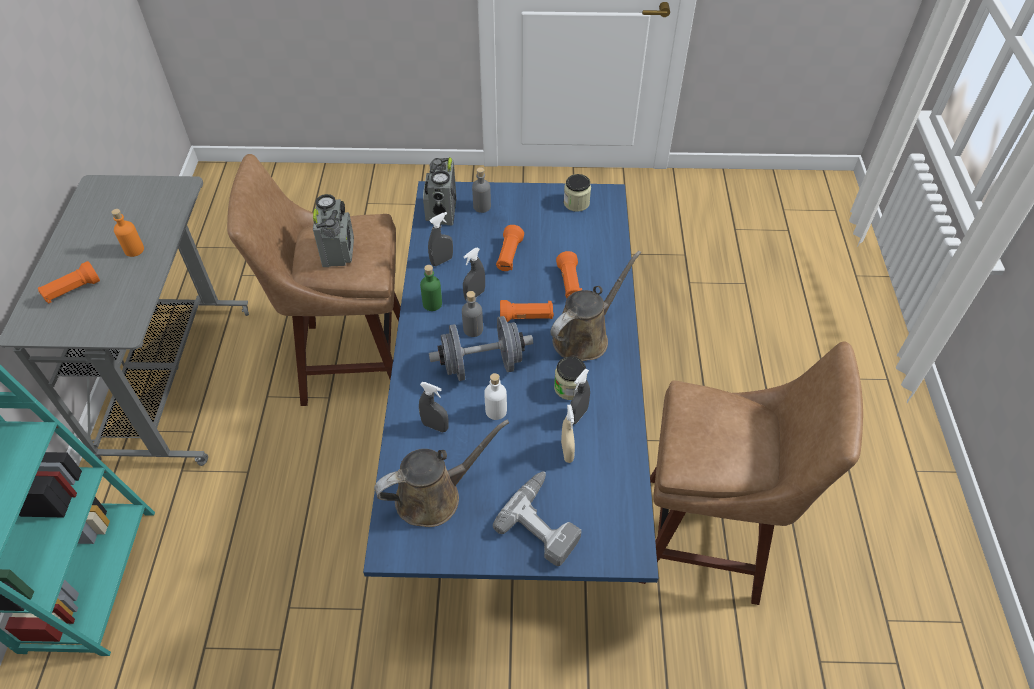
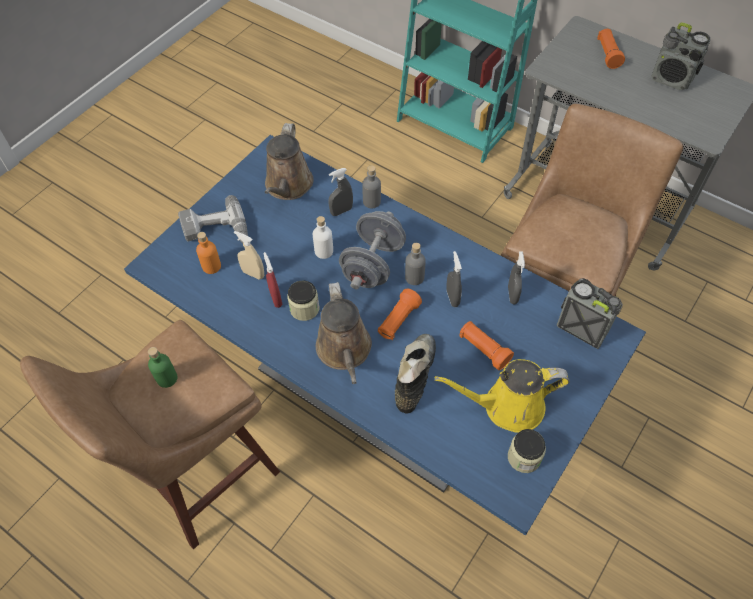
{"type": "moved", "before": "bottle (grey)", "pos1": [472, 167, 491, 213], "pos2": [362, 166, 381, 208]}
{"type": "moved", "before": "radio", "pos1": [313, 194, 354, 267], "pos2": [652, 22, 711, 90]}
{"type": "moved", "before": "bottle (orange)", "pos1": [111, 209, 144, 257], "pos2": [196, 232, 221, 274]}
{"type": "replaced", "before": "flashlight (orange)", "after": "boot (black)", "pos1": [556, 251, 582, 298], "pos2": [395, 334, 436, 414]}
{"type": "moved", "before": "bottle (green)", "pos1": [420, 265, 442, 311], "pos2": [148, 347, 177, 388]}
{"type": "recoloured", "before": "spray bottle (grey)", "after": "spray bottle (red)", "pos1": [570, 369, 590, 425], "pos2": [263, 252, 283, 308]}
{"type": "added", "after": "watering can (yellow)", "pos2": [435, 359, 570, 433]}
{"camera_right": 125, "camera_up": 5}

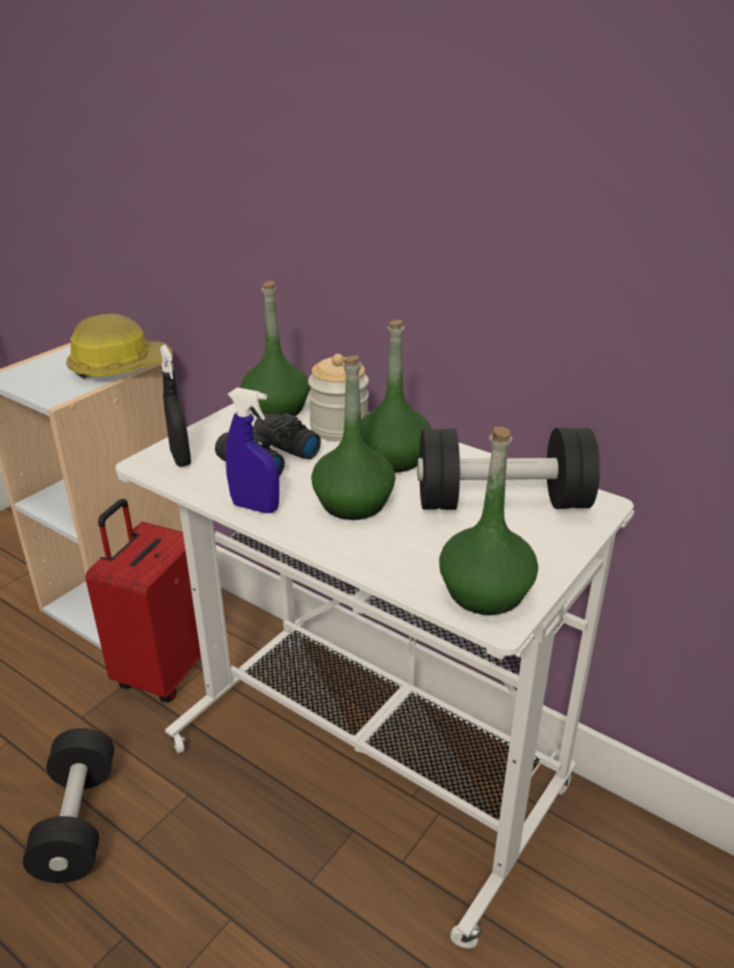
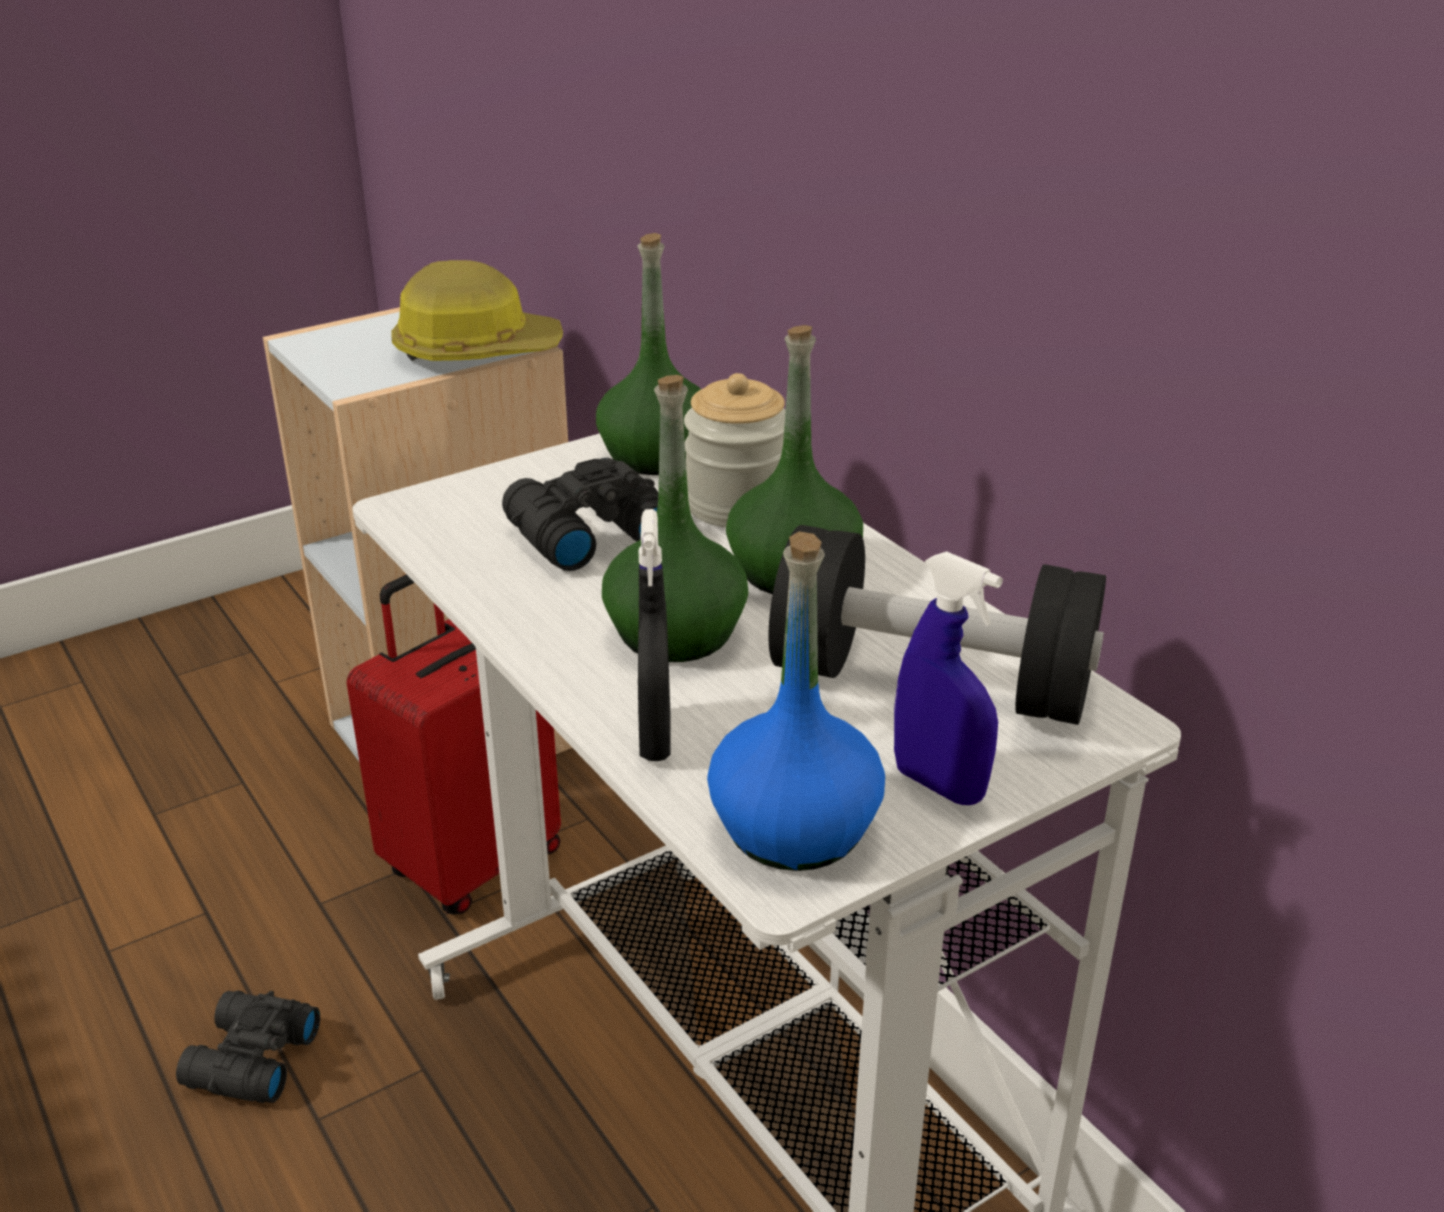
{"type": "moved", "before": "spray bottle (black)", "pos1": [160, 345, 191, 467], "pos2": [638, 509, 671, 761]}
{"type": "moved", "before": "spray bottle (blue)", "pos1": [225, 387, 279, 513], "pos2": [894, 551, 1003, 805]}
{"type": "recoloured", "before": "bottle (green)", "after": "bottle (blue)", "pos1": [439, 427, 538, 615], "pos2": [707, 531, 885, 871]}
{"type": "replaced", "before": "dumbbell (black)", "after": "binoculars (black)", "pos1": [23, 728, 114, 883], "pos2": [176, 991, 320, 1103]}
{"camera_right": 20, "camera_up": 0}

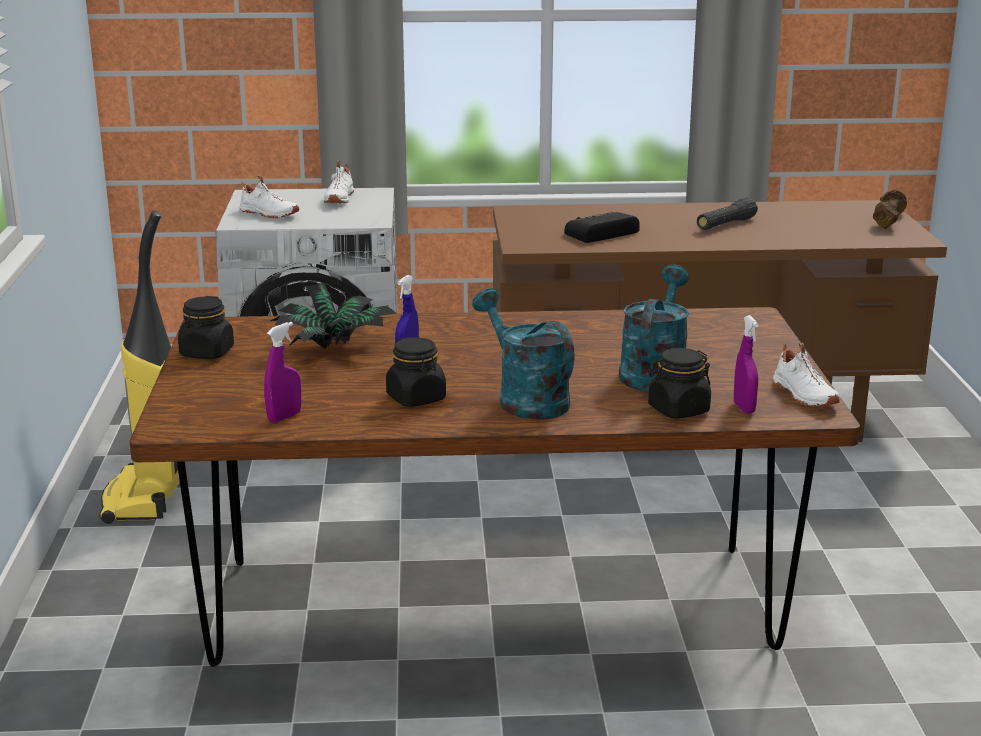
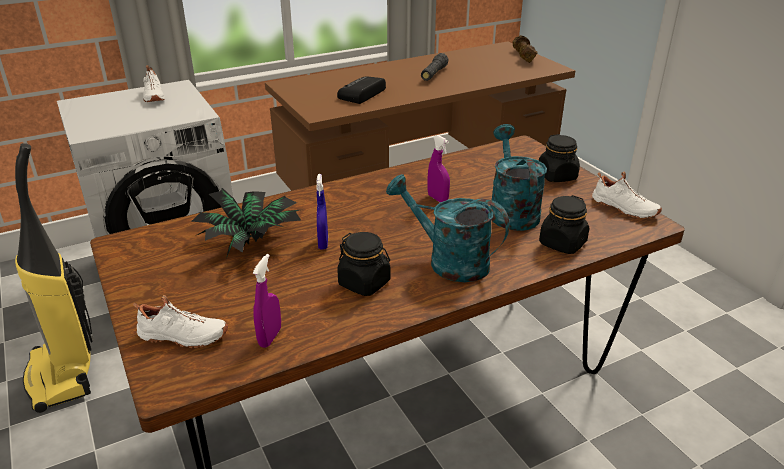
{"type": "moved", "before": "shoe (white)", "pos1": [239, 175, 299, 218], "pos2": [133, 295, 228, 348]}
{"type": "moved", "before": "jar (black)", "pos1": [178, 296, 234, 359], "pos2": [539, 134, 580, 182]}
{"type": "moved", "before": "spray bottle (purple)", "pos1": [734, 315, 759, 413], "pos2": [427, 135, 450, 202]}
{"camera_right": -25, "camera_up": 10}

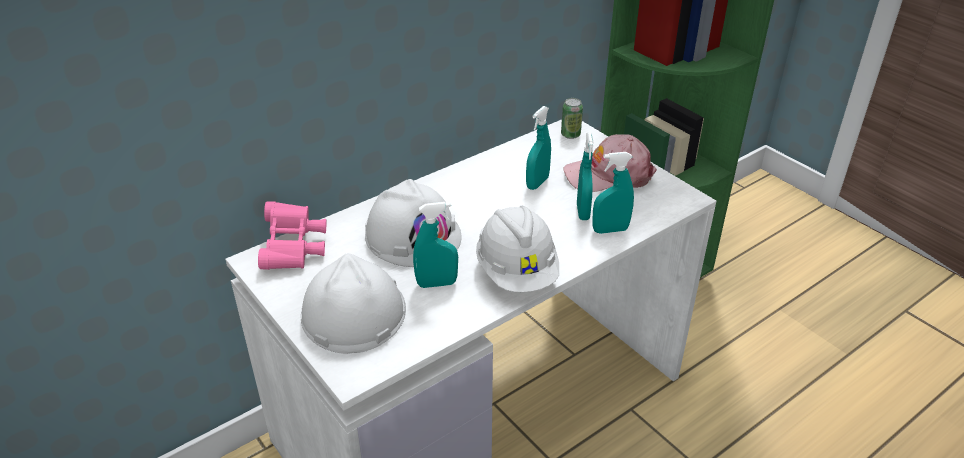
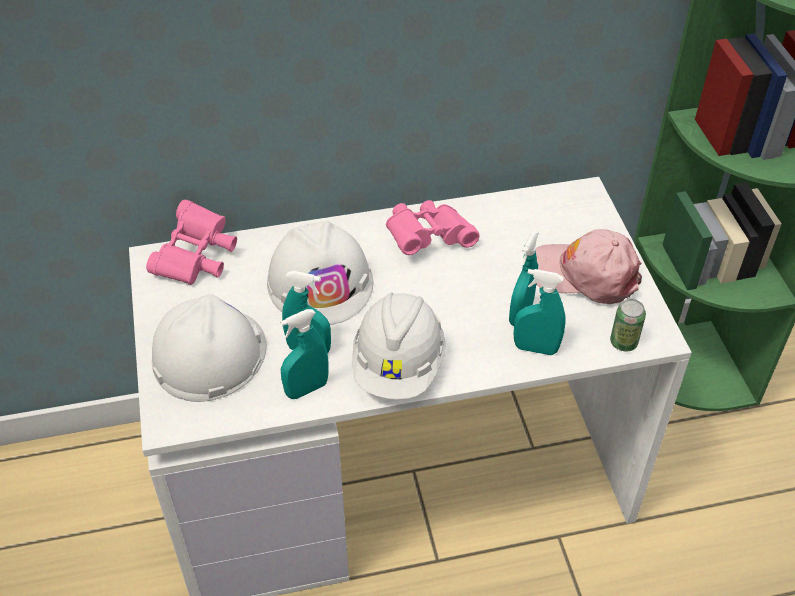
{"type": "moved", "before": "can", "pos1": [561, 98, 583, 139], "pos2": [610, 299, 646, 351]}
{"type": "moved", "before": "spray bottle (turquoise)", "pos1": [526, 106, 551, 190], "pos2": [280, 309, 329, 399]}
{"type": "added", "after": "binoculars (pink)", "pos2": [386, 200, 479, 255]}
{"camera_right": 25, "camera_up": 10}

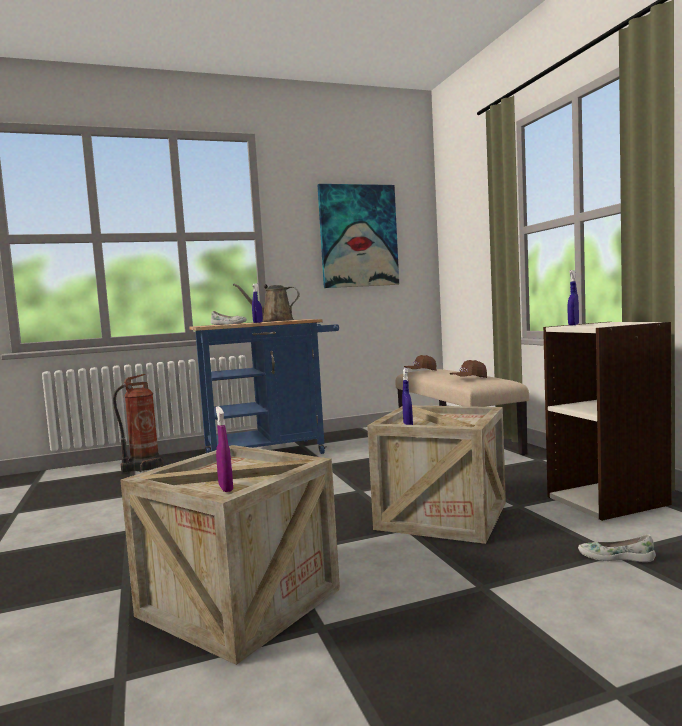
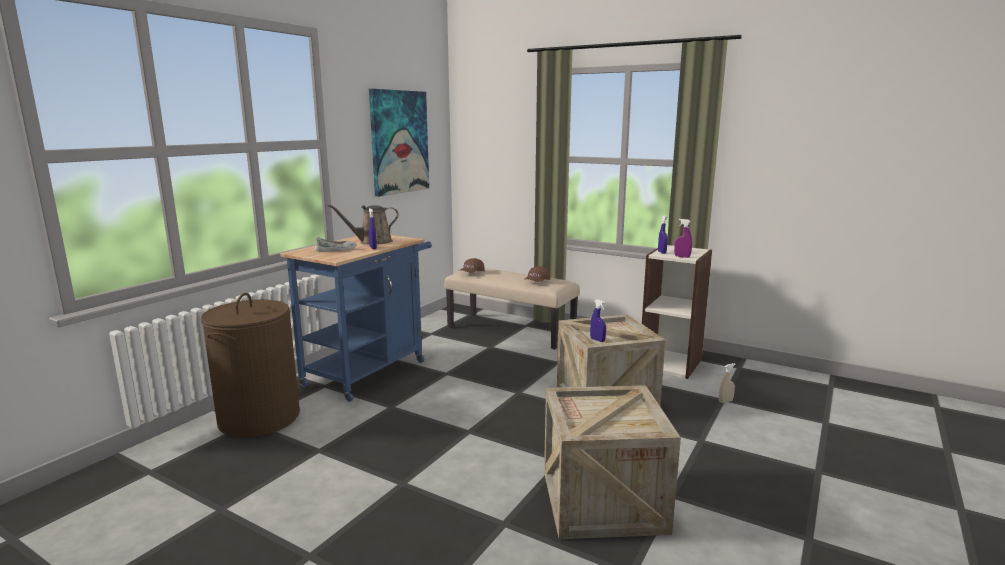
{"type": "replaced", "before": "fire extinguisher", "after": "laundry basket (brown)", "pos1": [113, 374, 164, 472], "pos2": [201, 293, 300, 438]}
{"type": "moved", "before": "spray bottle (purple)", "pos1": [216, 406, 233, 492], "pos2": [674, 219, 692, 258]}
{"type": "replaced", "before": "shoe (white)", "after": "spray bottle (beige)", "pos1": [578, 534, 656, 562], "pos2": [719, 363, 736, 403]}
{"camera_right": -40, "camera_up": 10}

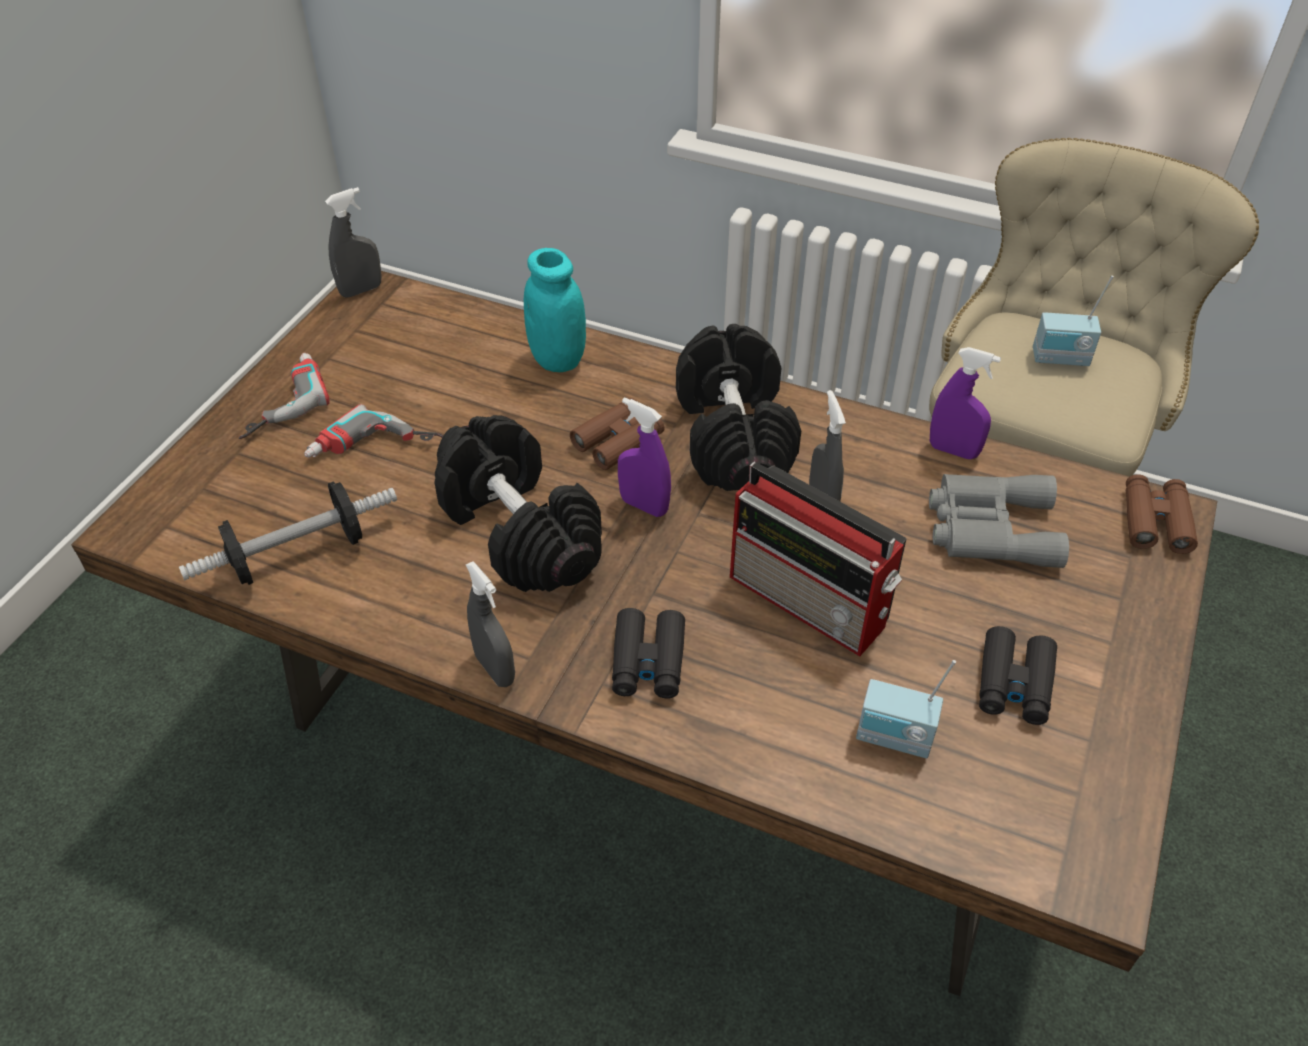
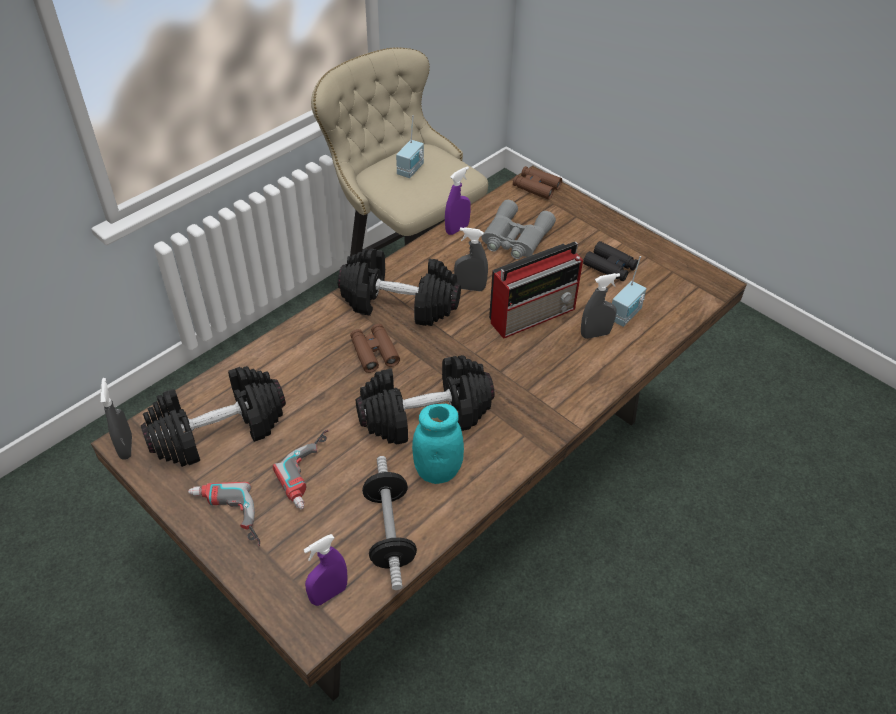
{"type": "moved", "before": "jar (turquoise)", "pos1": [524, 248, 586, 372], "pos2": [412, 404, 464, 484]}
{"type": "moved", "before": "spray bottle (purple)", "pos1": [618, 397, 671, 517], "pos2": [303, 534, 348, 606]}
{"type": "moved", "before": "spray bottle (grey)", "pos1": [466, 561, 515, 687], "pos2": [581, 273, 620, 339]}
{"type": "removed", "before": "binoculars (black)", "pos1": [612, 608, 685, 699]}
{"type": "added", "after": "dumbbell (black)", "pos2": [141, 366, 286, 467]}
{"camera_right": -70, "camera_up": 0}

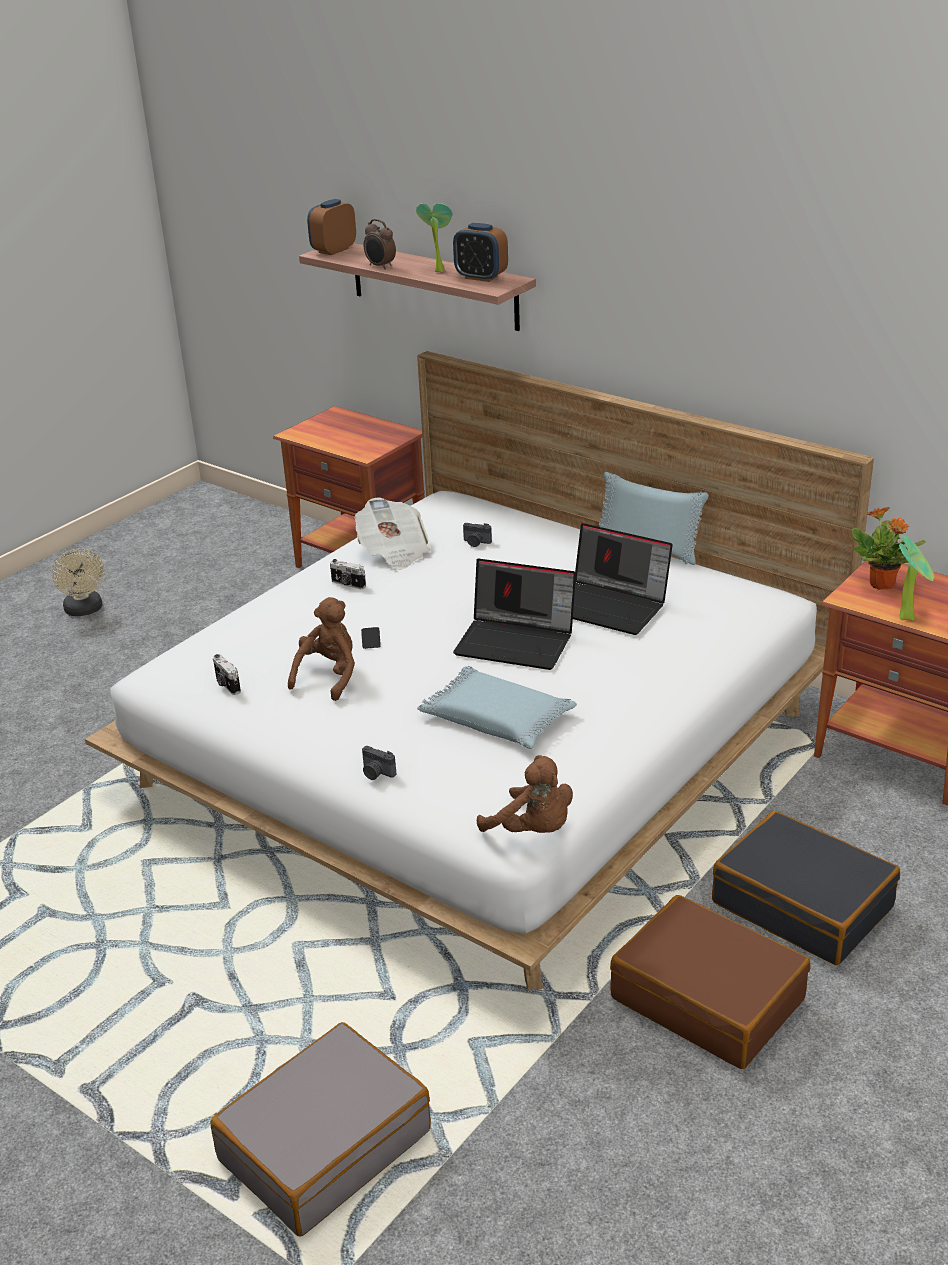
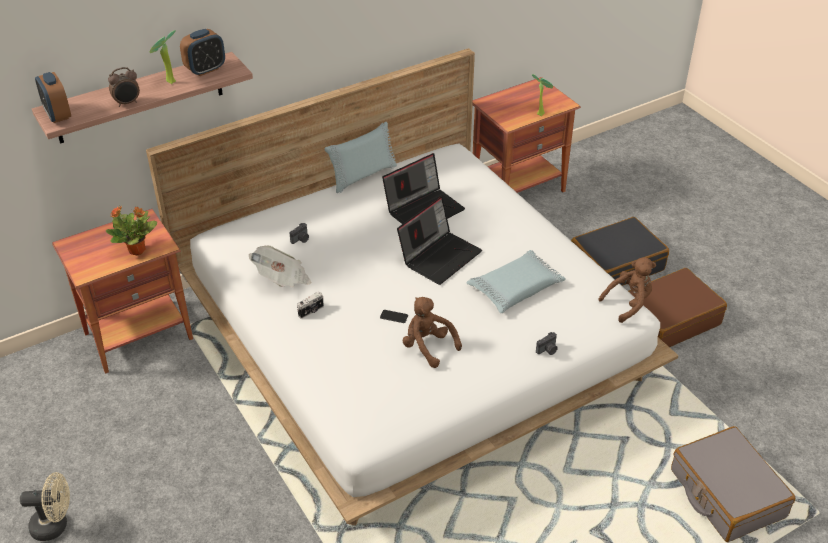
{"type": "moved", "before": "potted plant", "pos1": [852, 507, 926, 590], "pos2": [106, 206, 157, 255]}
{"type": "removed", "before": "photo camera", "pos1": [213, 654, 241, 695]}
{"camera_right": -70, "camera_up": 10}

